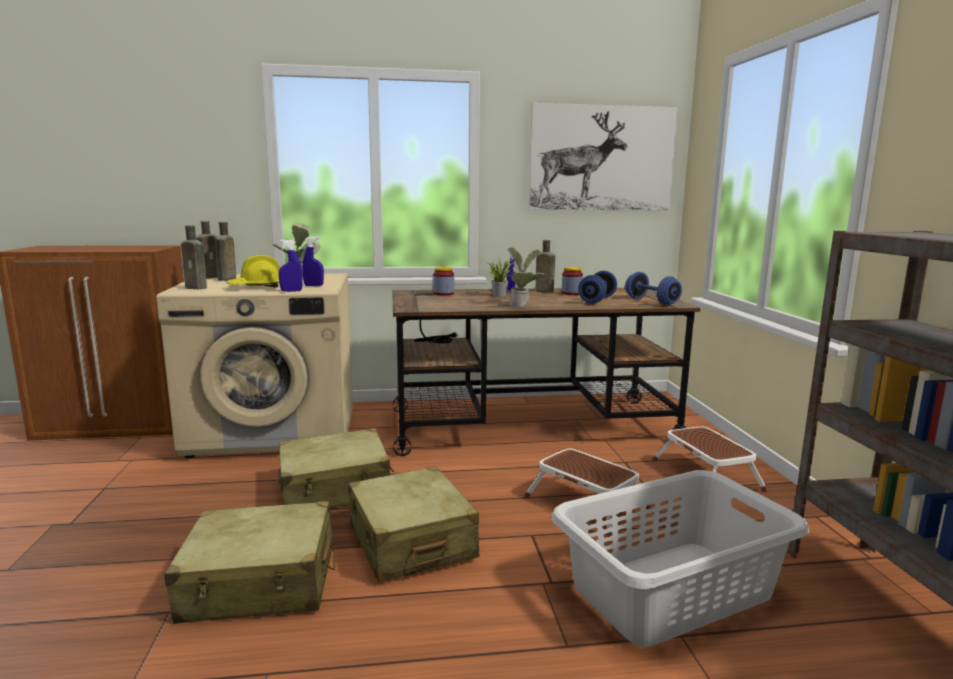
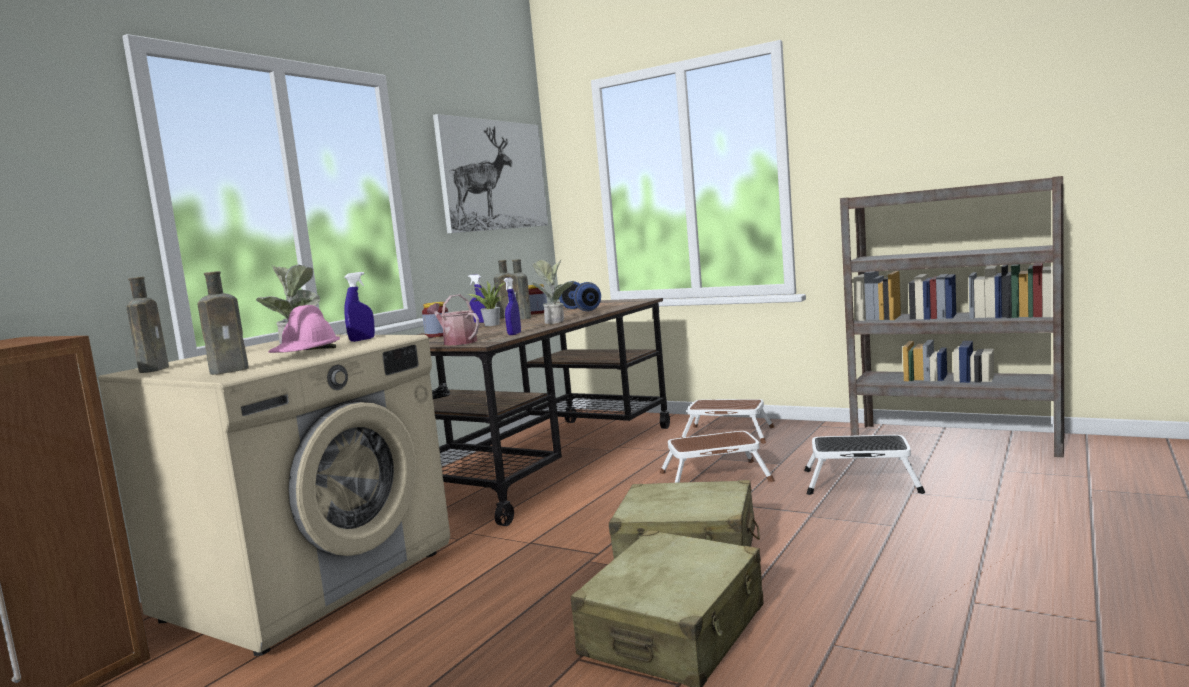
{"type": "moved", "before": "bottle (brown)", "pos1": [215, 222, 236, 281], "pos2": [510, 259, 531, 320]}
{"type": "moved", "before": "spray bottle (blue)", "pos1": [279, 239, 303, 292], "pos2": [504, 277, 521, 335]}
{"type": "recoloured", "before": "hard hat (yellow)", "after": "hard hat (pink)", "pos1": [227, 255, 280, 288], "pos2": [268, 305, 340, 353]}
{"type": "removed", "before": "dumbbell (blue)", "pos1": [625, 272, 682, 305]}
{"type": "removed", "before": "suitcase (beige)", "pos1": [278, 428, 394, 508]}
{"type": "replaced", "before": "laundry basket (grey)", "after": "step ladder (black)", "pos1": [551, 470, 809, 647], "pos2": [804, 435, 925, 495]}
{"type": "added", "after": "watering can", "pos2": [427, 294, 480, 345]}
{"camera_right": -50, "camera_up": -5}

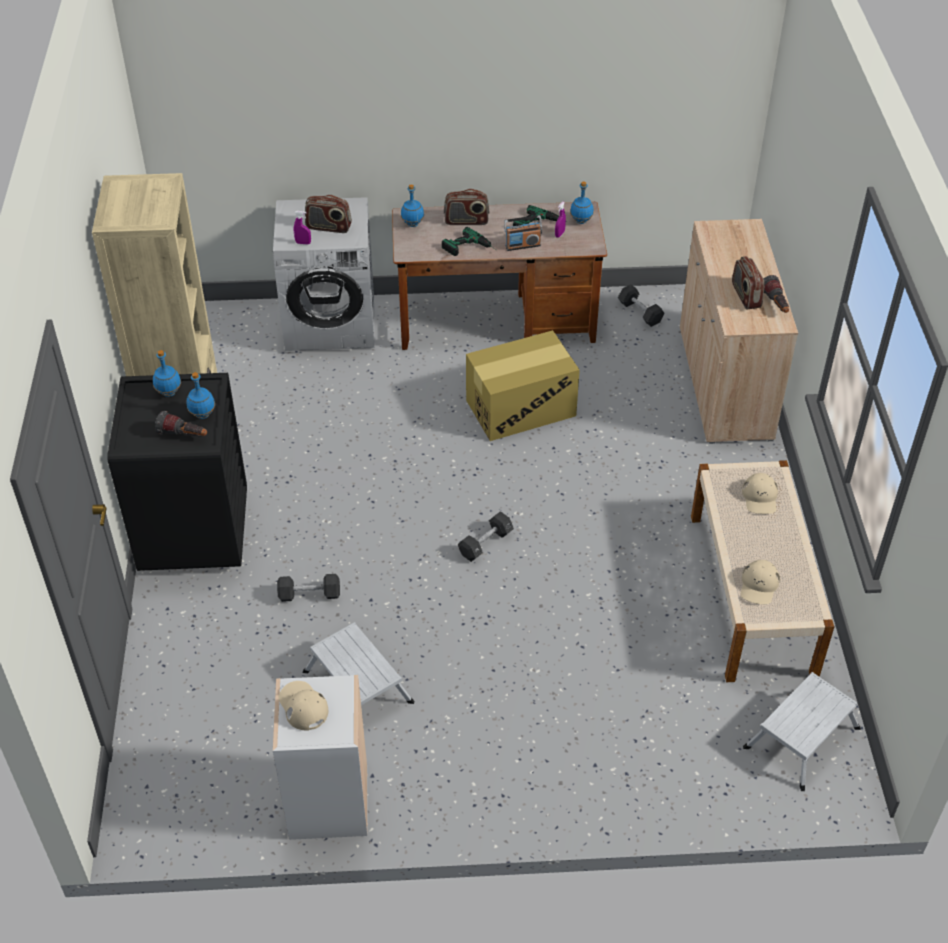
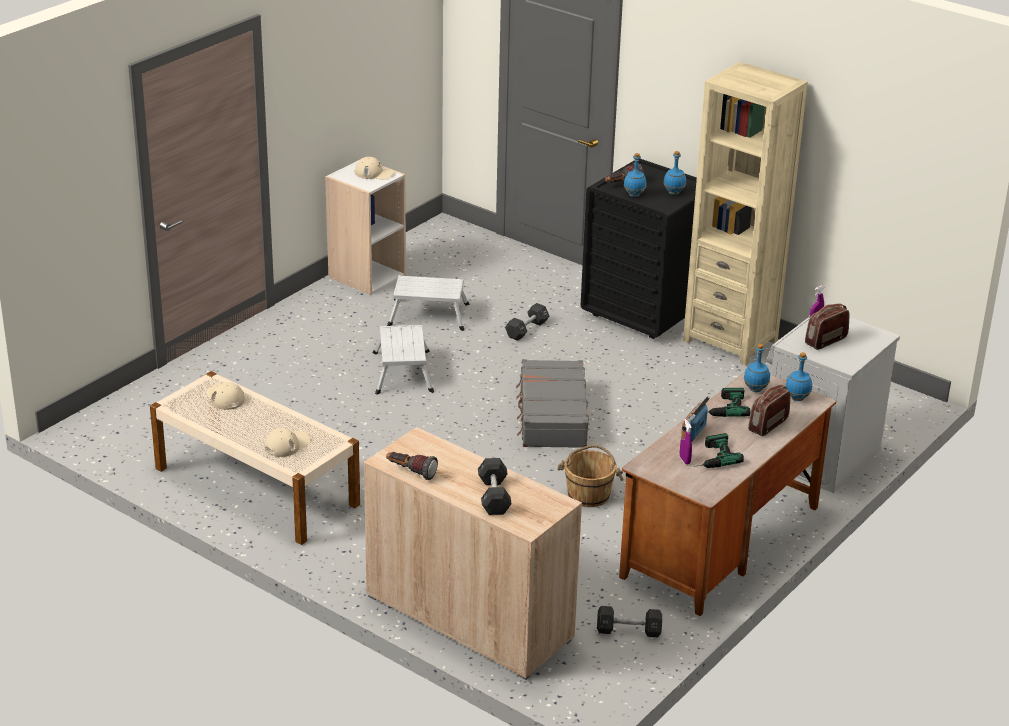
{"type": "moved", "before": "bottle (blue)", "pos1": [570, 181, 594, 224], "pos2": [744, 344, 770, 392]}
{"type": "removed", "before": "radio", "pos1": [732, 256, 765, 309]}
{"type": "replaced", "before": "cardboard box", "after": "bucket (brown)", "pos1": [466, 330, 580, 441], "pos2": [557, 445, 624, 507]}
{"type": "turned", "before": "cap (beige)", "pos1": [742, 473, 778, 514], "pos2": [265, 428, 310, 457], "turn": 90}
{"type": "moved", "before": "dumbbell (black)", "pos1": [458, 512, 514, 562], "pos2": [478, 458, 512, 515]}
{"type": "moved", "before": "step ladder (white)", "pos1": [743, 672, 861, 791], "pos2": [373, 325, 434, 395]}
{"type": "added", "after": "suitcase (grey)", "pos2": [516, 359, 589, 448]}
{"camera_right": 130, "camera_up": -15}

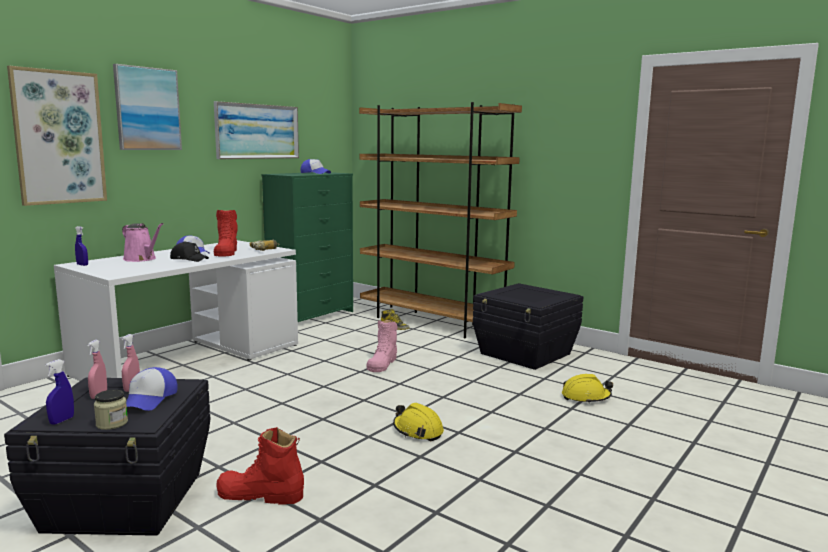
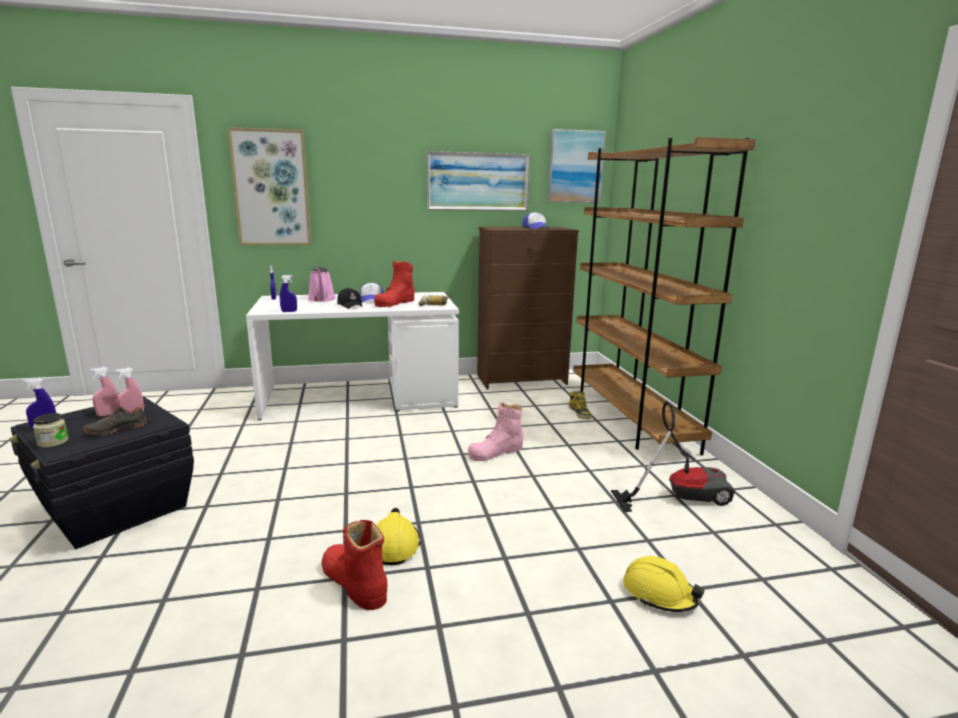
{"type": "moved", "before": "picture", "pos1": [113, 64, 182, 150], "pos2": [548, 129, 606, 203]}
{"type": "recoloured", "before": "dresser (green)", "after": "dresser (brown)", "pos1": [262, 172, 353, 322], "pos2": [477, 227, 579, 389]}
{"type": "replaced", "before": "storage box (black)", "after": "vacuum cleaner", "pos1": [473, 283, 583, 370], "pos2": [611, 401, 735, 512]}
{"type": "replaced", "before": "cap", "after": "shoe (black)", "pos1": [126, 367, 178, 411], "pos2": [83, 400, 147, 436]}
{"type": "moved", "before": "boot (red)", "pos1": [216, 428, 304, 505], "pos2": [322, 520, 387, 610]}
{"type": "added", "after": "spray bottle (blue)", "pos2": [280, 275, 297, 312]}
{"camera_right": 40, "camera_up": 5}

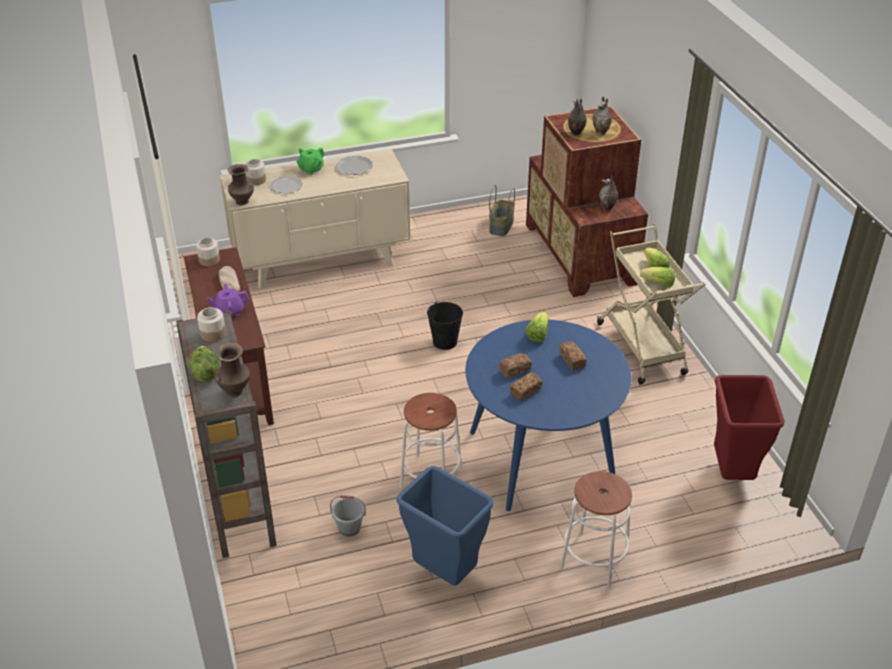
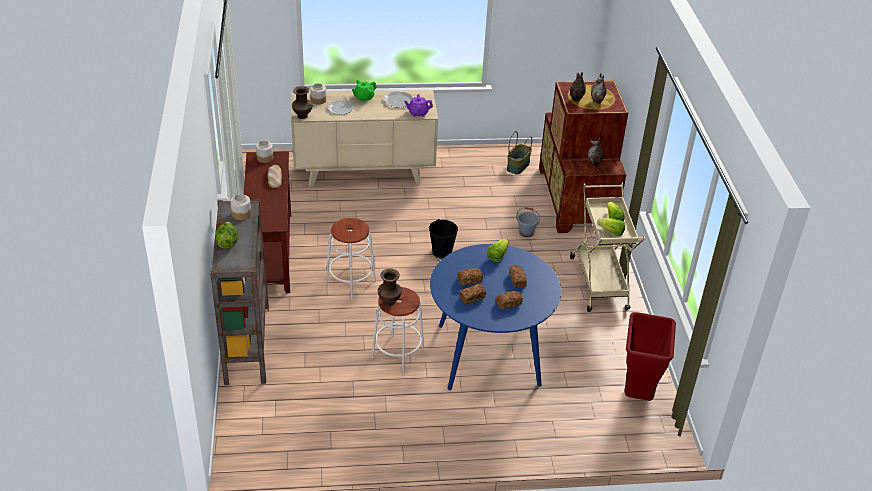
{"type": "moved", "before": "teapot (purple)", "pos1": [207, 284, 249, 316], "pos2": [404, 94, 433, 117]}
{"type": "moved", "before": "vase (brown)", "pos1": [215, 343, 250, 397], "pos2": [378, 268, 402, 306]}
{"type": "removed", "before": "trash can (blue)", "pos1": [396, 466, 494, 586]}
{"type": "moved", "before": "stool (white)", "pos1": [560, 471, 632, 588], "pos2": [326, 218, 376, 299]}
{"type": "moved", "before": "bucket (grey)", "pos1": [330, 495, 366, 537], "pos2": [516, 207, 540, 237]}
{"type": "added", "after": "bread", "pos2": [496, 291, 523, 310]}
{"camera_right": 10, "camera_up": 0}

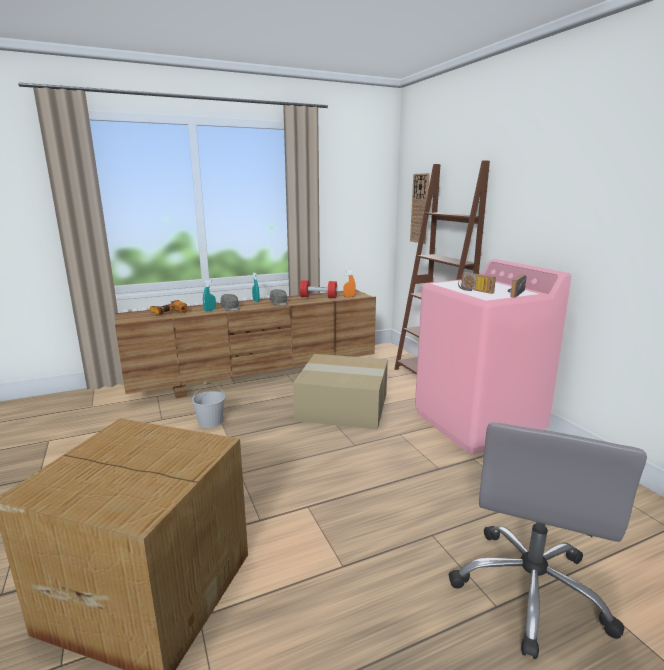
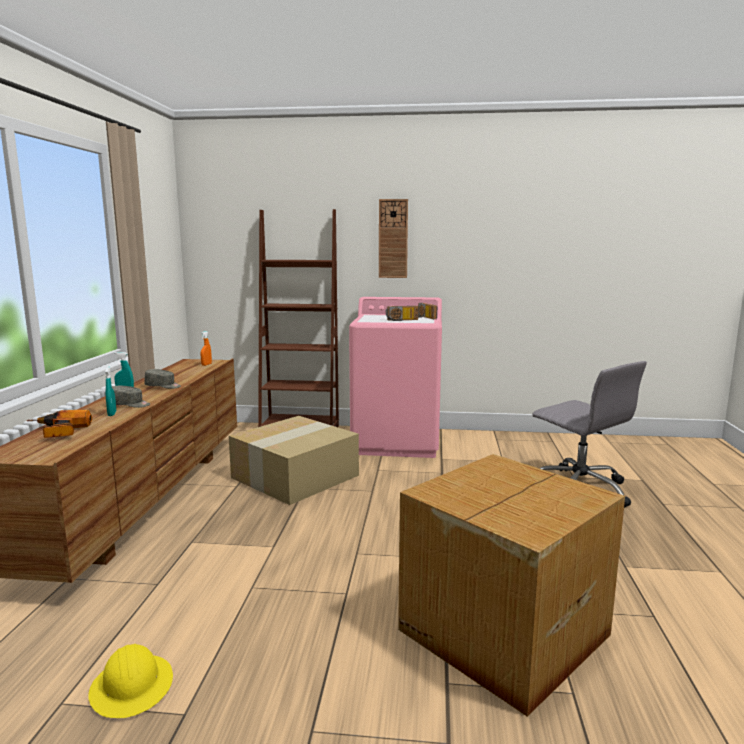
{"type": "moved", "before": "wall clock", "pos1": [410, 173, 430, 244], "pos2": [379, 199, 408, 278]}
{"type": "removed", "before": "dumbbell (red)", "pos1": [300, 280, 337, 298]}
{"type": "removed", "before": "bucket (white)", "pos1": [192, 383, 225, 428]}
{"type": "added", "after": "hard hat (yellow)", "pos2": [88, 644, 173, 718]}
{"camera_right": -60, "camera_up": -5}

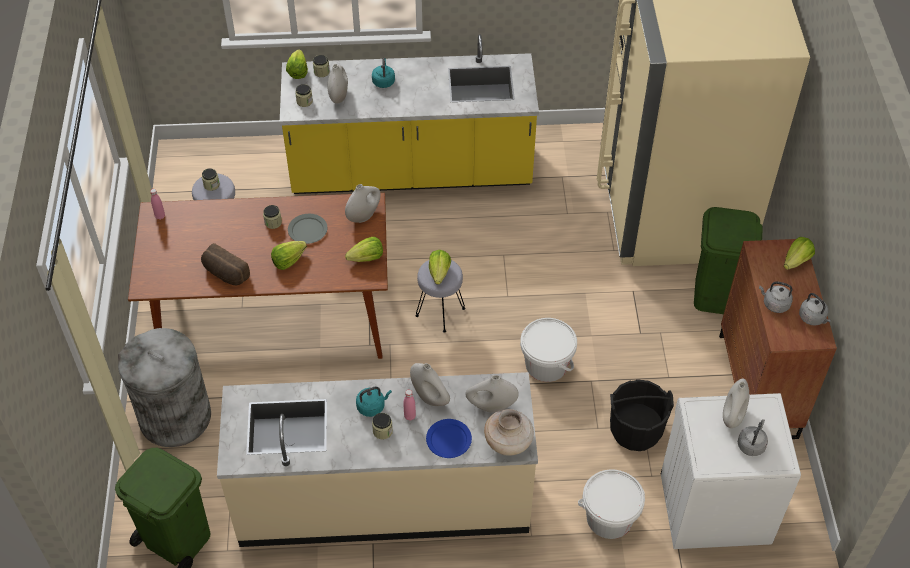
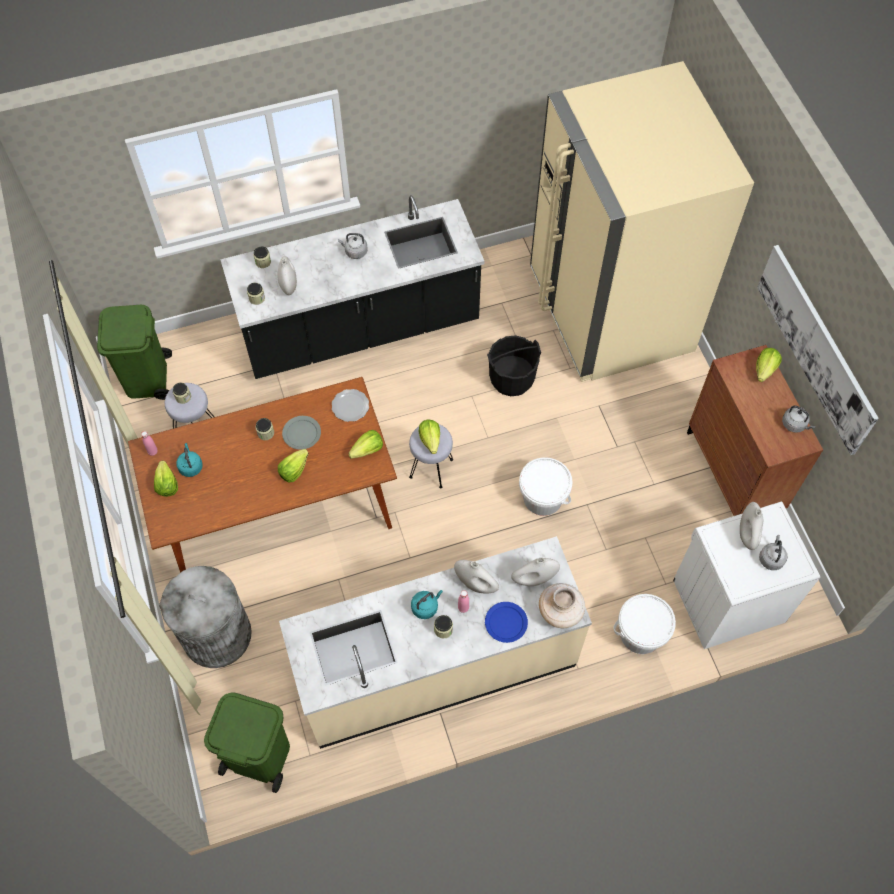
{"type": "recoloured", "before": "counter (yellow)", "after": "counter (black)", "pos1": [280, 34, 539, 194], "pos2": [220, 195, 484, 379]}
{"type": "moved", "before": "lettuce", "pos1": [286, 49, 308, 79], "pos2": [154, 461, 178, 497]}
{"type": "moved", "before": "kettle (turquoise)", "pos1": [372, 58, 395, 88], "pos2": [176, 443, 203, 477]}
{"type": "replaced", "before": "vase (white)", "after": "plate", "pos1": [345, 184, 381, 223], "pos2": [332, 389, 369, 422]}
{"type": "moved", "before": "trash can (green)", "pos1": [694, 207, 763, 314], "pos2": [97, 305, 172, 400]}
{"type": "removed", "before": "bread", "pos1": [201, 243, 250, 285]}
{"type": "moved", "before": "kettle (grey)", "pos1": [759, 281, 793, 313], "pos2": [338, 233, 368, 259]}
{"type": "moved", "before": "bucket (black)", "pos1": [610, 379, 674, 451], "pos2": [487, 335, 541, 396]}
{"type": "added", "after": "picture", "pos2": [757, 245, 879, 455]}
{"camera_right": -15, "camera_up": 10}

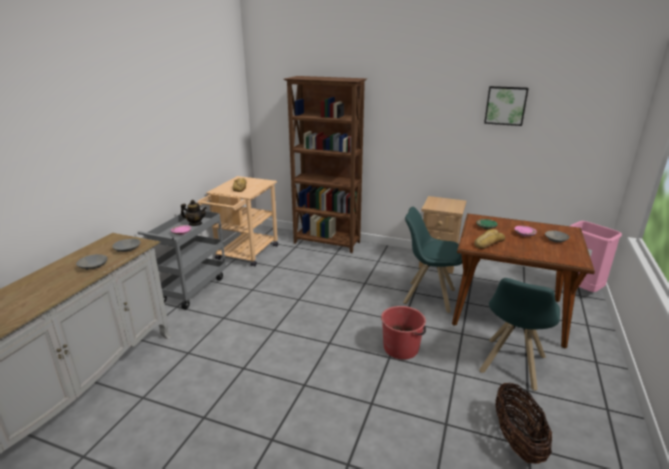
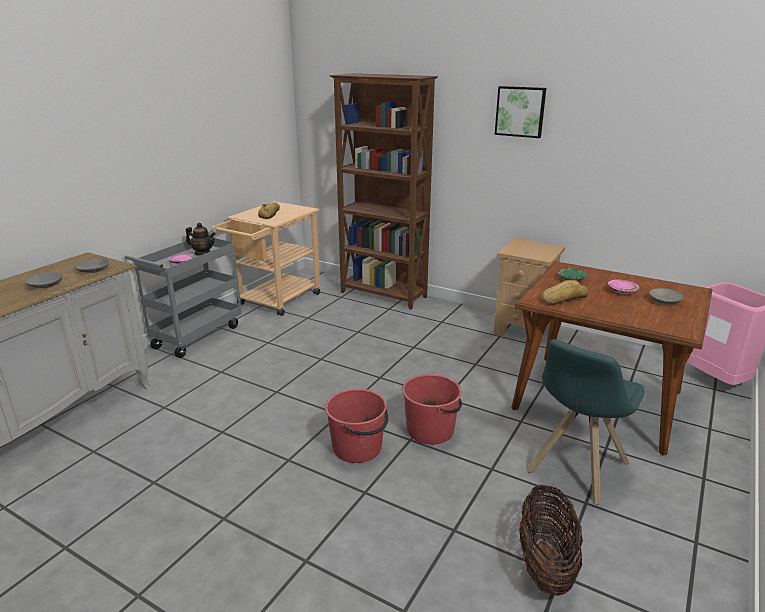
{"type": "moved", "before": "picture", "pos1": [484, 86, 529, 126], "pos2": [495, 86, 546, 138]}
{"type": "removed", "before": "chair (turquoise)", "pos1": [403, 207, 462, 313]}
{"type": "added", "after": "bucket (red)", "pos2": [325, 388, 388, 463]}
{"camera_right": 10, "camera_up": 0}

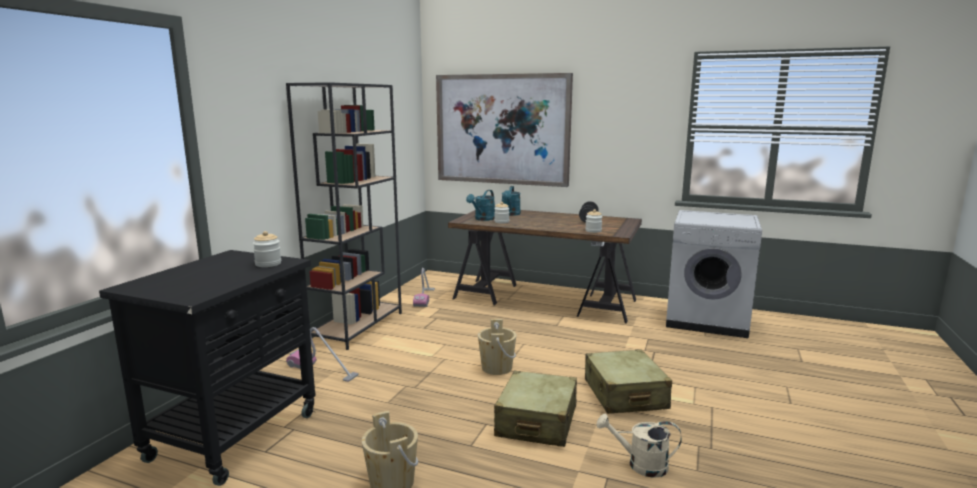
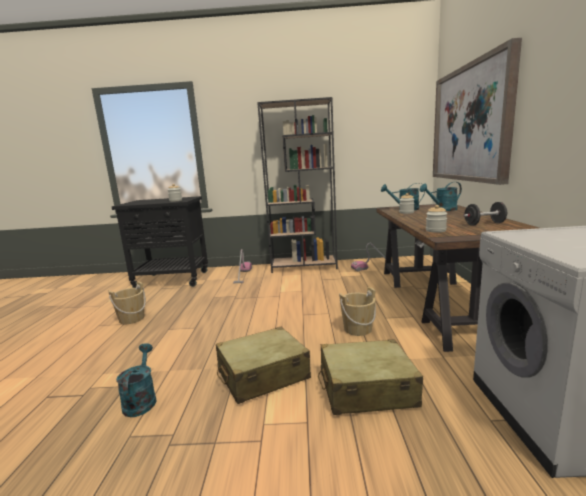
{"type": "moved", "before": "bucket (beige)", "pos1": [478, 319, 517, 375], "pos2": [339, 287, 376, 336]}
{"type": "moved", "before": "suitcase (beige)", "pos1": [494, 371, 577, 447], "pos2": [318, 339, 423, 415]}
{"type": "recoloured", "before": "watering can (beige)", "after": "watering can (turquoise)", "pos1": [597, 413, 682, 478], "pos2": [116, 343, 157, 417]}
{"camera_right": 70, "camera_up": 0}

